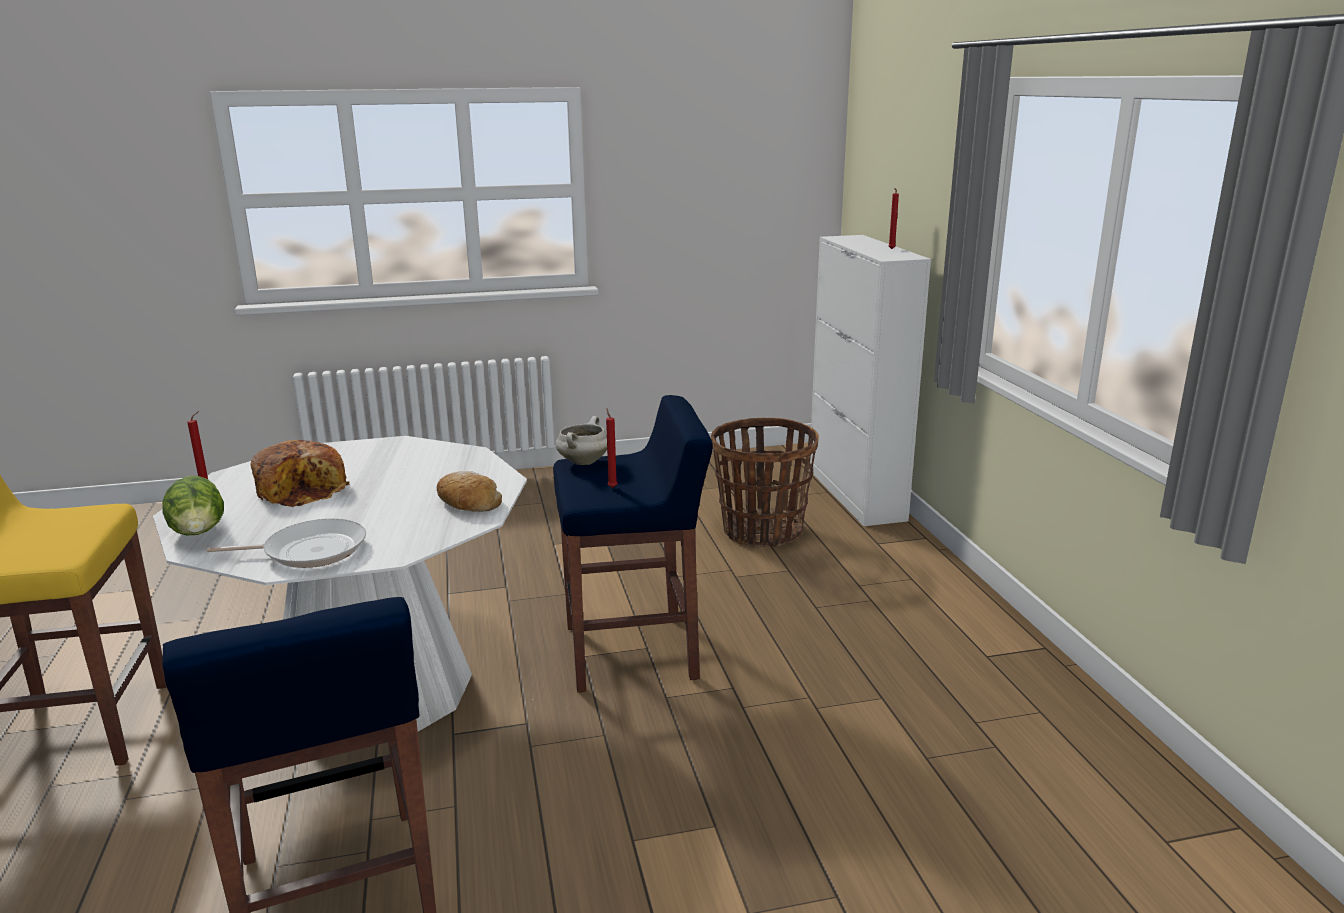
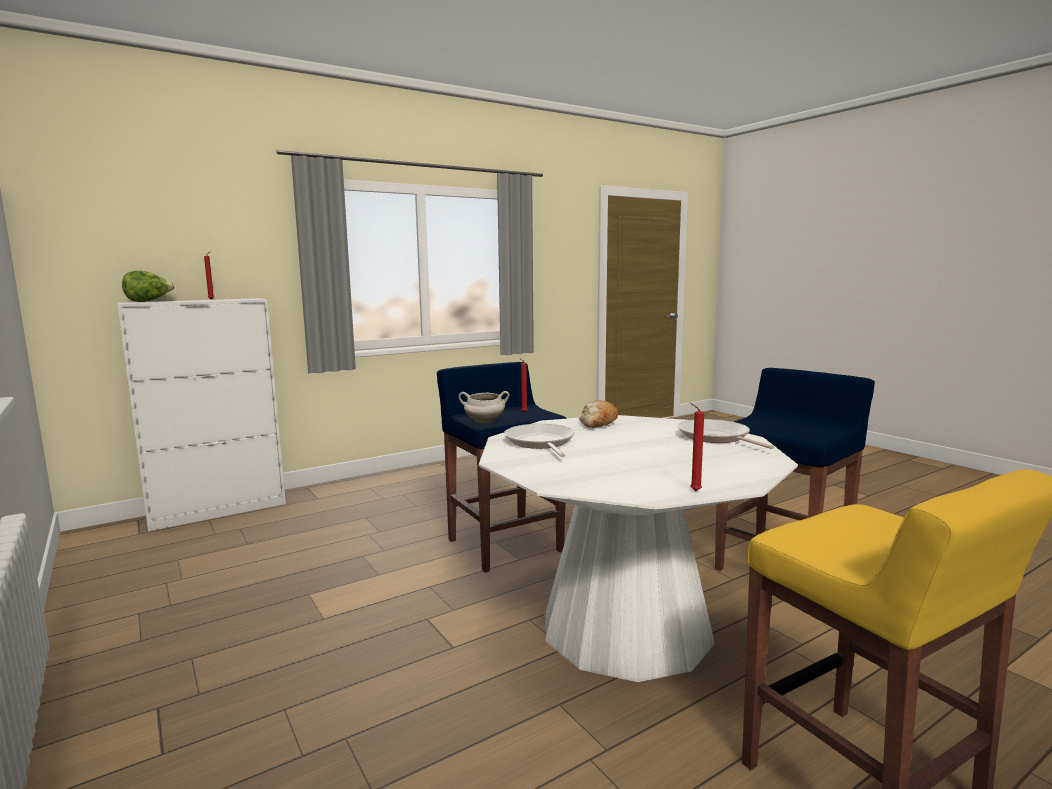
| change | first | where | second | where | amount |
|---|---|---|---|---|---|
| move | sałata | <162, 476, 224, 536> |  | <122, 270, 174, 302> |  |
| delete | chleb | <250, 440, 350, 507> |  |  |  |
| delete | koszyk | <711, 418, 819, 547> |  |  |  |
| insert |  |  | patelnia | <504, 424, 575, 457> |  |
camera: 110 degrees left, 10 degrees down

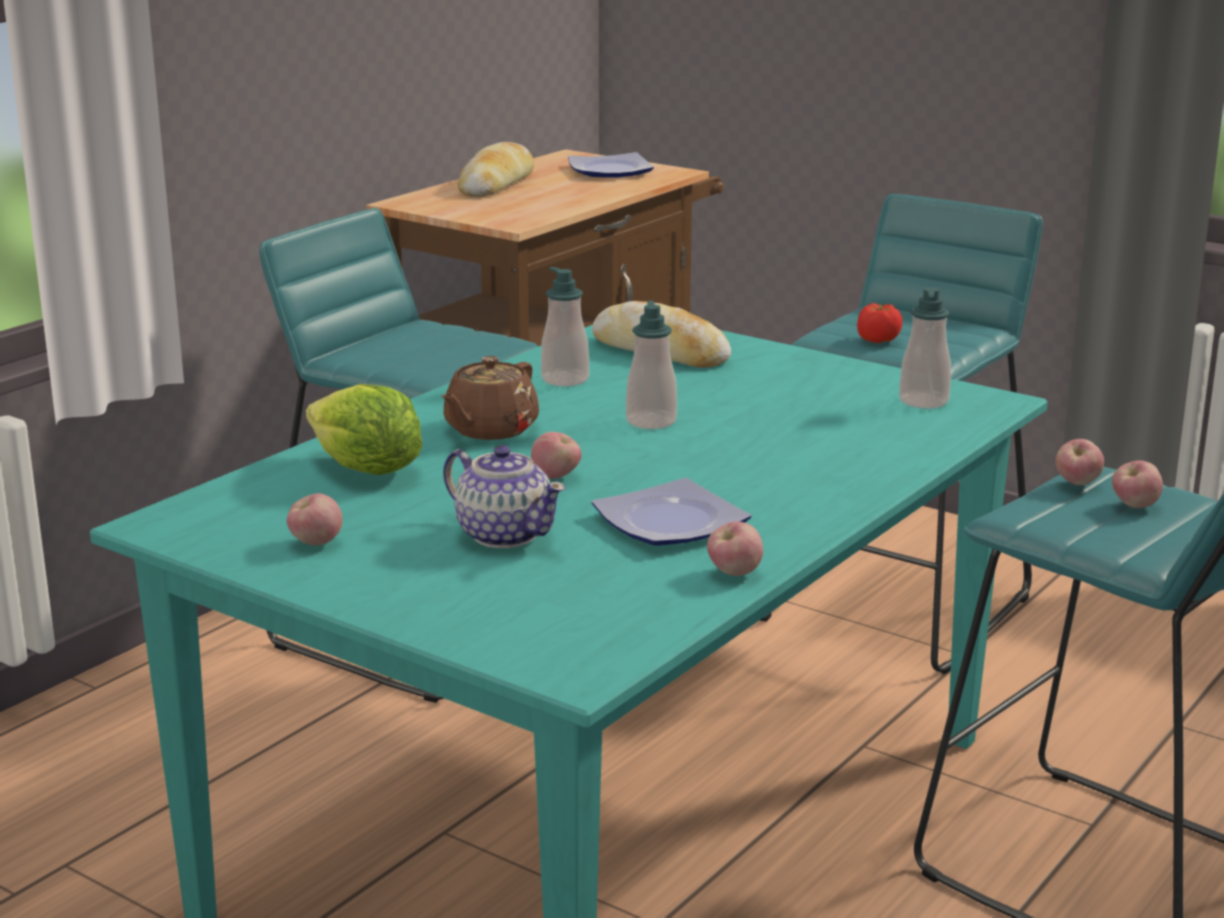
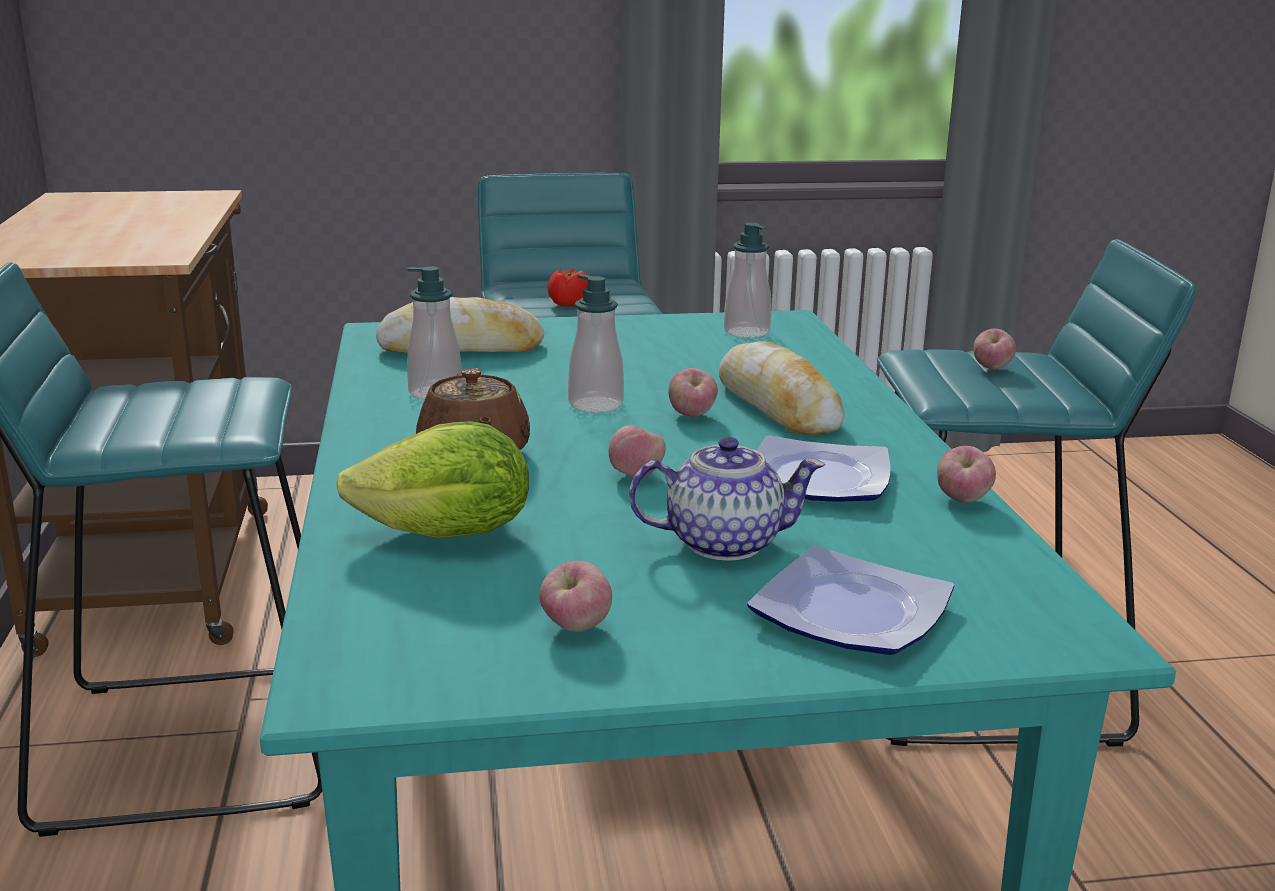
| change | first | where | second | where | amount |
|---|---|---|---|---|---|
| move | chleb | <458, 142, 534, 197> |  | <719, 342, 845, 435> |  |
| move | talerz | <568, 152, 654, 178> |  | <747, 546, 954, 655> |  |
| move | jabłko | <1056, 439, 1104, 485> |  | <668, 368, 718, 417> |  |
camera: 45 degrees left, 0 degrees up

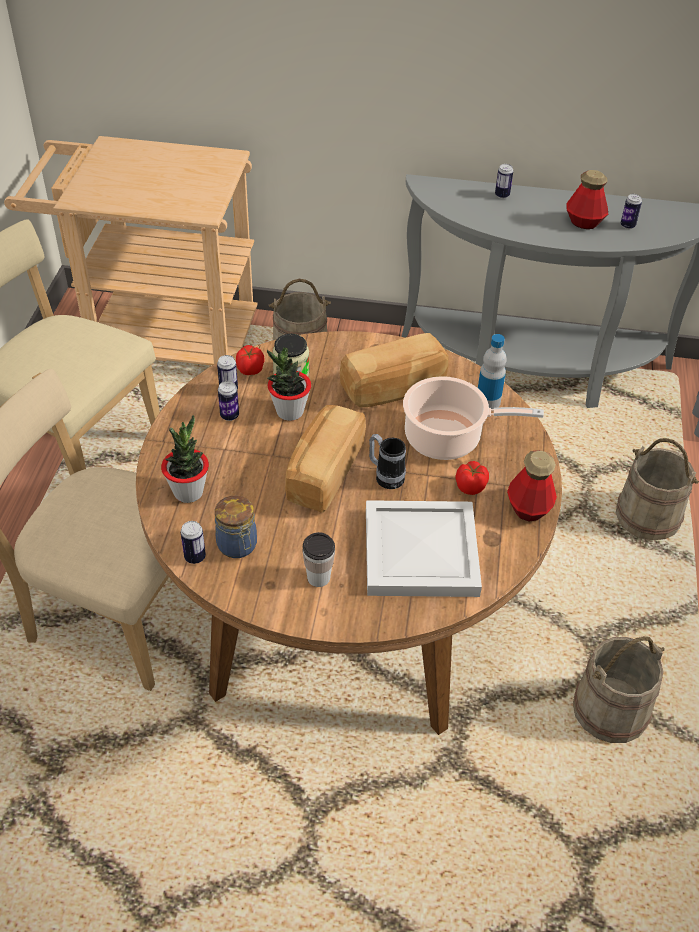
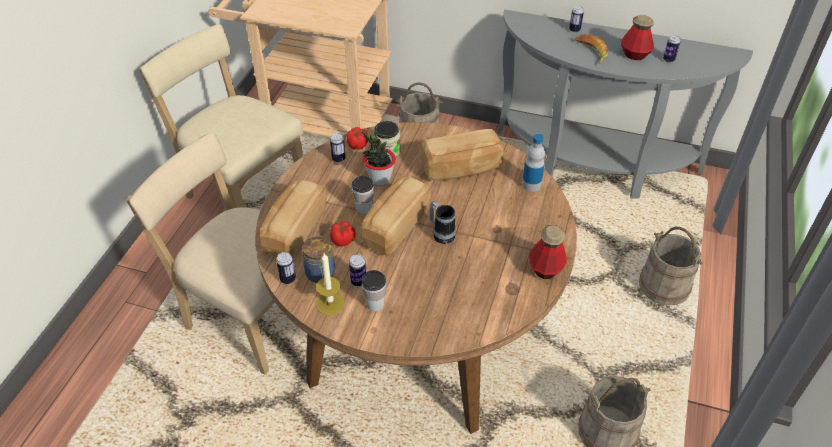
| change | first | where | second | where | amount |
|---|---|---|---|---|---|
| replace | roślina doniczkowa | <161, 415, 209, 503> | chleb | <260, 180, 326, 258> |  |
| move | puszka | <218, 381, 239, 421> |  | <349, 254, 366, 286> |  |
| delete | taca [biały] | <366, 500, 482, 597> |  |  |  |
| delete | garnek | <403, 376, 544, 460> |  |  |  |
| move | pomidor | <455, 461, 489, 495> |  | <330, 221, 356, 247> |  |
| insert |  |  | świeca | <316, 253, 345, 316> |  |
| insert |  |  | filiżanka | <352, 176, 374, 214> |  |
| insert |  |  | banan | <574, 34, 608, 64> |  |
camera: 10 degrees right, 0 degrees up

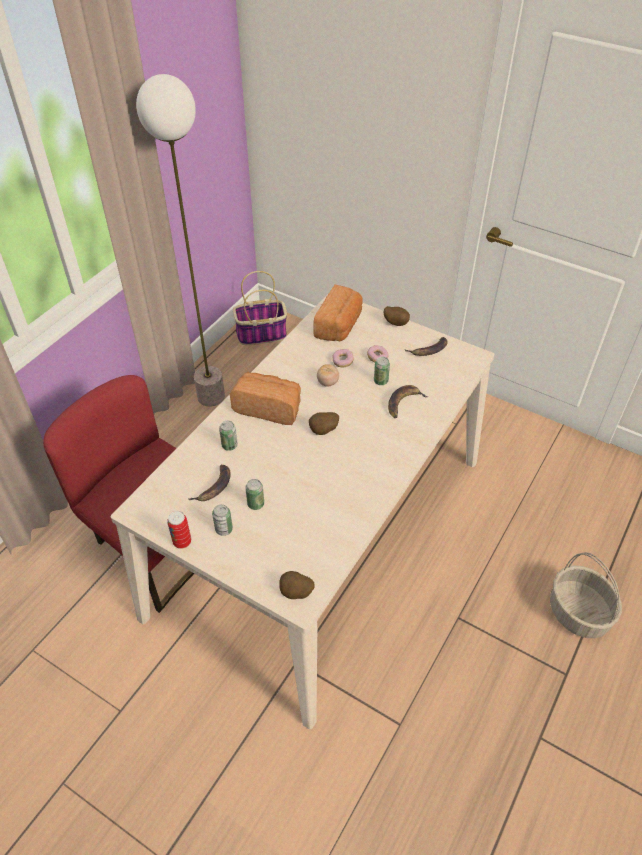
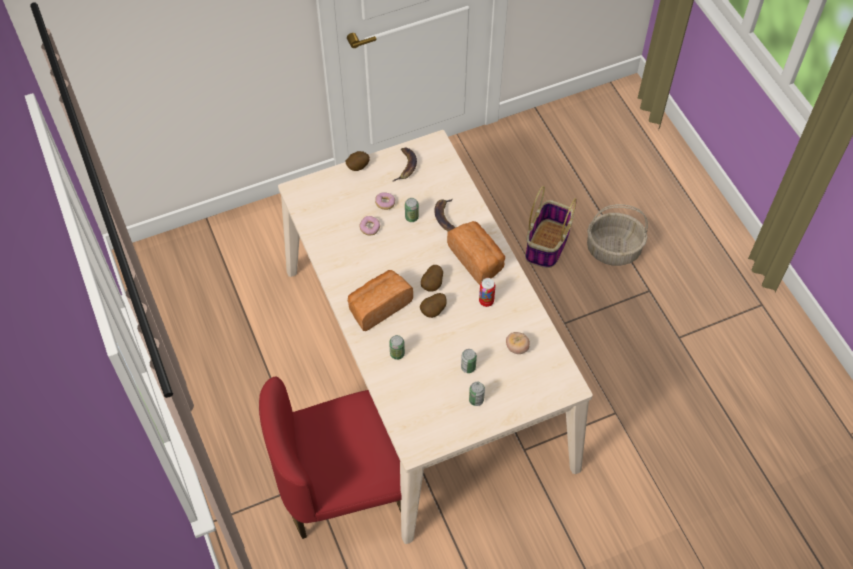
| change | first | where | second | where | amount |
|---|---|---|---|---|---|
| delete | lampa stojąca | <136, 74, 225, 407> |  |  |  |
| move | puszka | <167, 511, 191, 549> |  | <479, 278, 496, 307> |  |
| delete | banan | <188, 465, 231, 501> |  |  |  |
| move | koszyk | <233, 271, 287, 345> |  | <525, 186, 577, 268> |  |
| move | ziemniak | <279, 571, 315, 599> |  | <420, 293, 447, 318> |  |
| move | chleb | <313, 284, 363, 341> |  | <447, 221, 505, 285> |  |
| move | pomidor | <317, 364, 339, 387> |  | <506, 332, 530, 354> |  |
camera: 55 degrees left, 10 degrees up

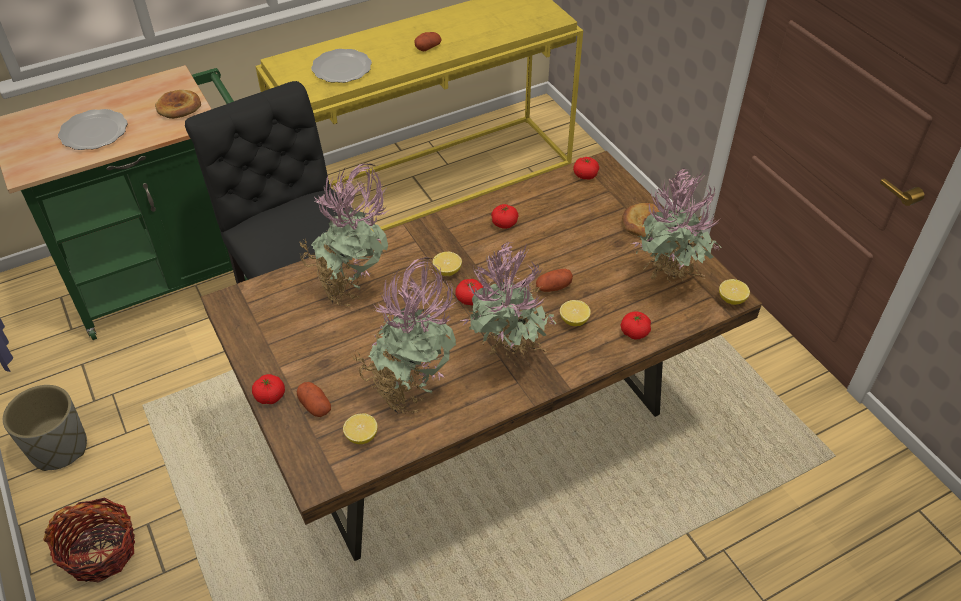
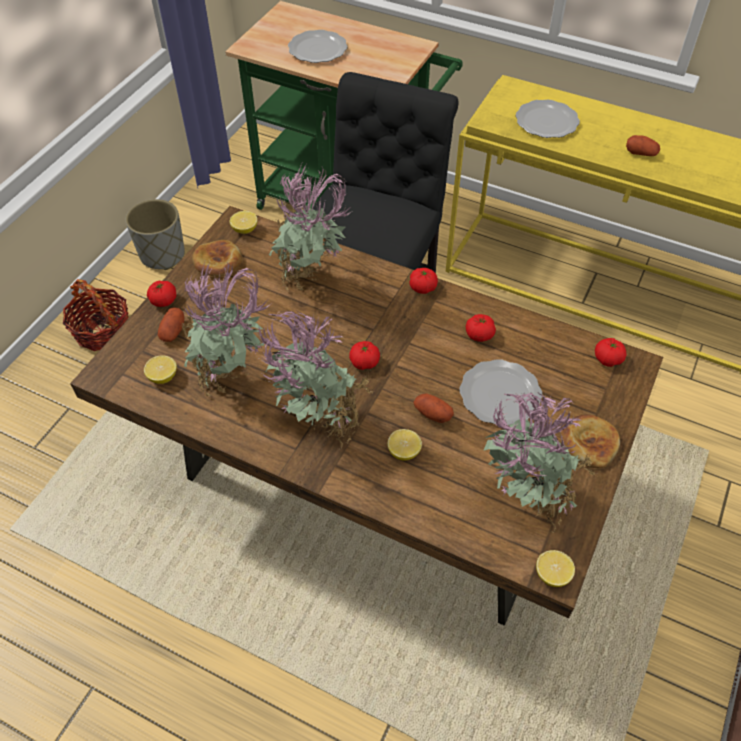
| change | first | where | second | where | amount |
|---|---|---|---|---|---|
| move | chleb | <155, 90, 201, 119> |  | <192, 240, 243, 277> |  |
| move | cytryna | <433, 252, 462, 276> |  | <230, 211, 258, 234> |  |
| move | pomidor | <621, 311, 651, 340> |  | <409, 268, 438, 294> |  |
| insert |  |  | talerz | <460, 359, 542, 426> |  |
camera: 55 degrees right, 5 degrees up

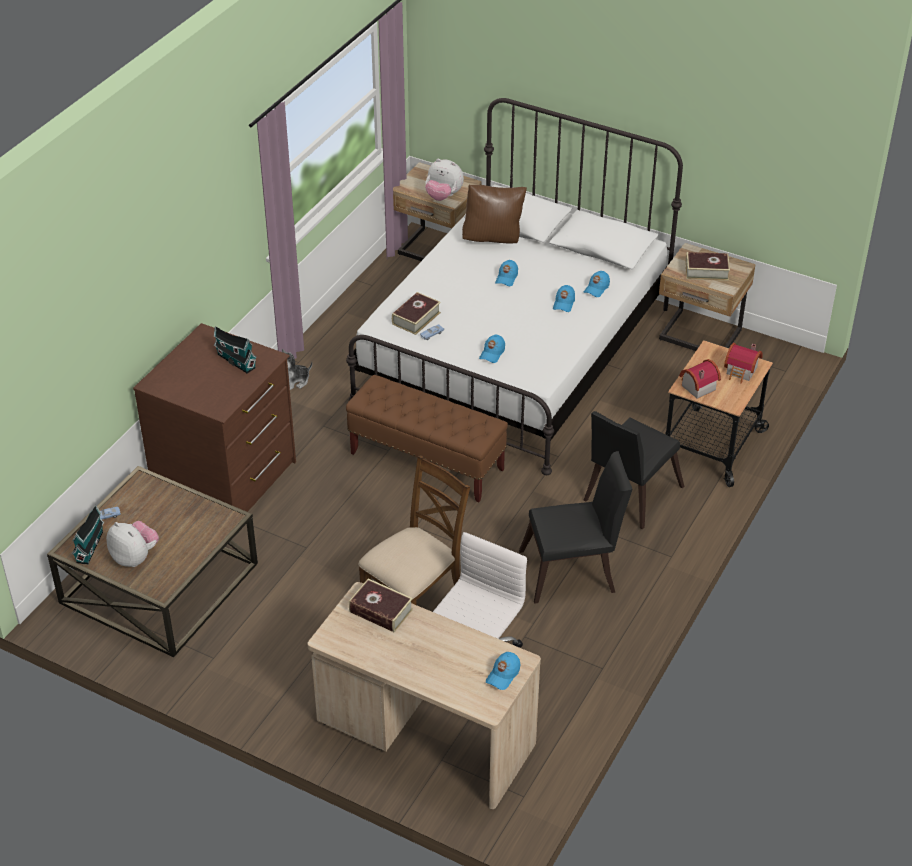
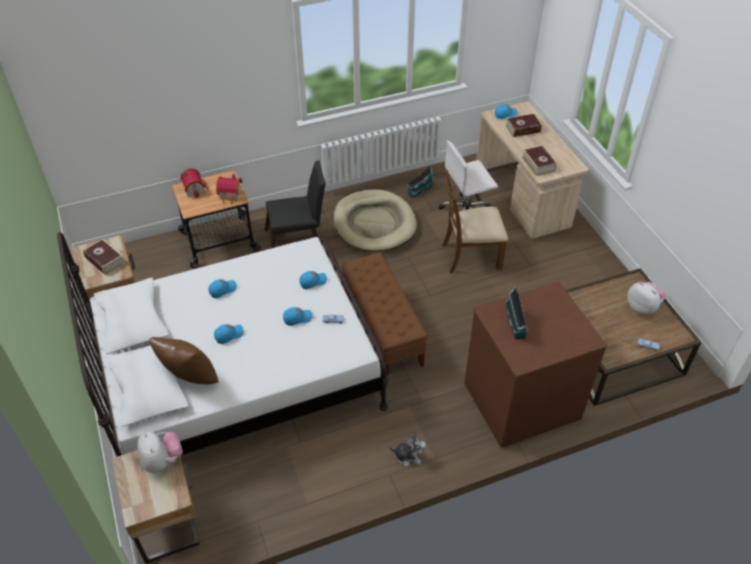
| change | first | where | second | where | amount |
|---|---|---|---|---|---|
| move | domek | <72, 505, 104, 565> |  | <406, 166, 434, 198> |  |
| rotate | pluszak | <106, 521, 159, 567> |  | <627, 282, 665, 315> | 150 degrees clockwise |
| move | książka | <392, 292, 441, 335> |  | <505, 113, 542, 137> |  |
| replace | krzesło [czarny] | <519, 451, 633, 604> | legowisko [beżowy] | <334, 189, 417, 252> |  |
| move | czapka z daszkiem [niebieski] | <584, 271, 610, 297> |  | <283, 307, 312, 326> |  |
camera: 140 degrees left, 5 degrees up

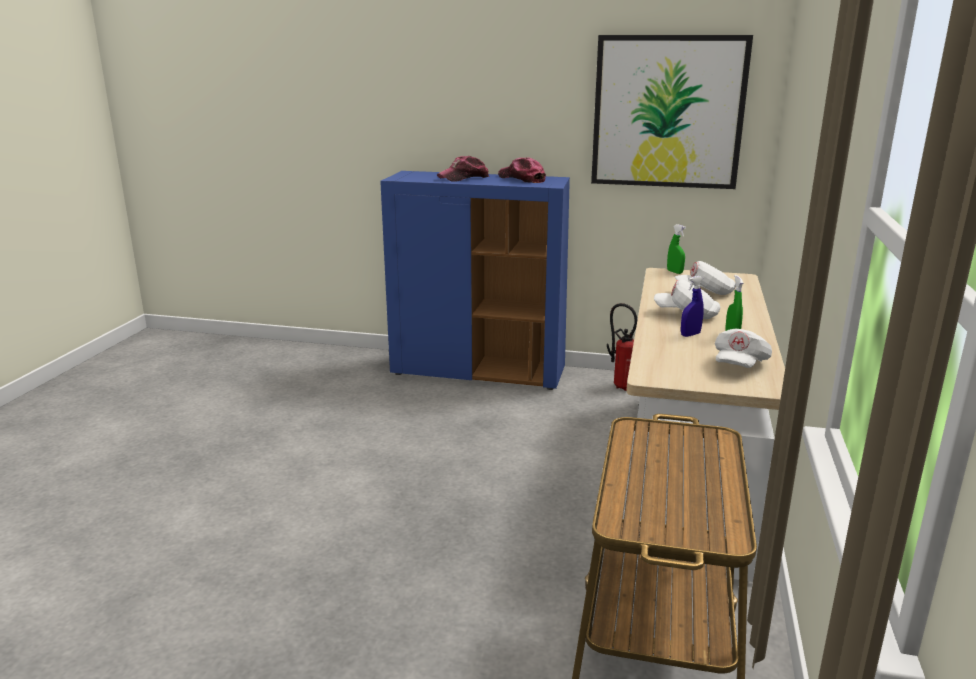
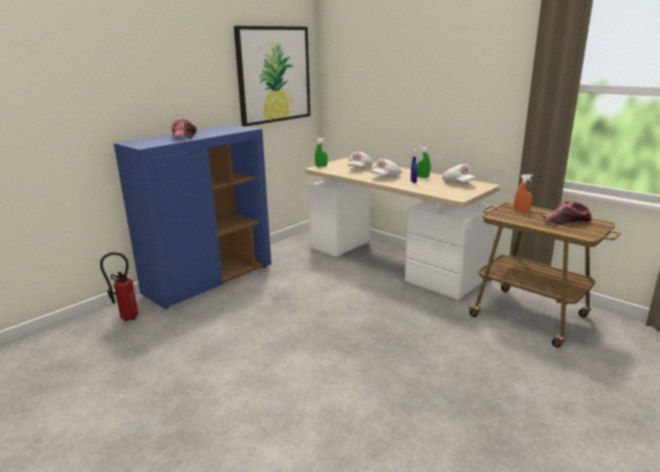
| change | first | where | second | where | amount |
|---|---|---|---|---|---|
| move | czapka z daszkiem | <498, 158, 546, 183> |  | <542, 201, 592, 225> |  |
| move | gaśnica | <607, 303, 637, 391> |  | <100, 252, 138, 321> |  |
| insert |  |  | spryskiwacz [pomarańczowy] | <514, 174, 533, 211> |  |
camera: 60 degrees left, 0 degrees up

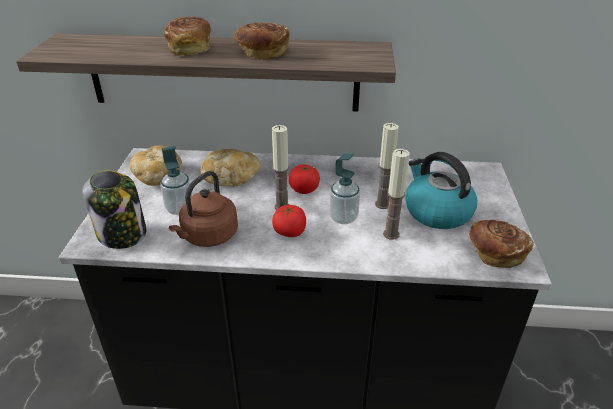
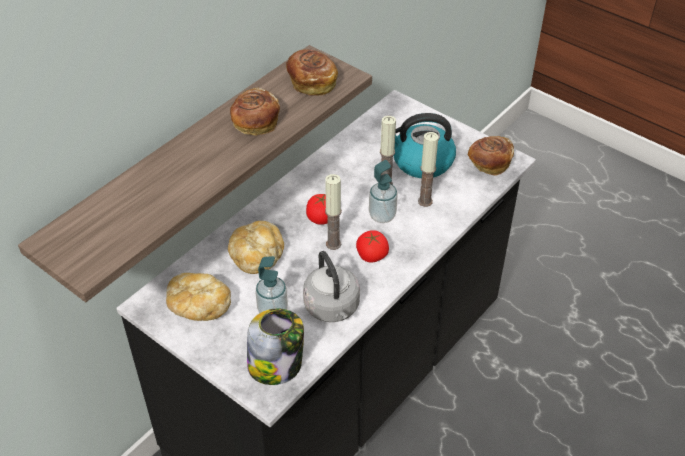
| change | first | where | second | where | amount |
|---|---|---|---|---|---|
| move | chleb | <164, 16, 211, 55> |  | <286, 49, 338, 96> |  |
| recolor | czajnik [brązowy] | <169, 171, 238, 247> | czajnik [szary] | <303, 251, 360, 322> |  |
camera: 55 degrees left, 10 degrees up

